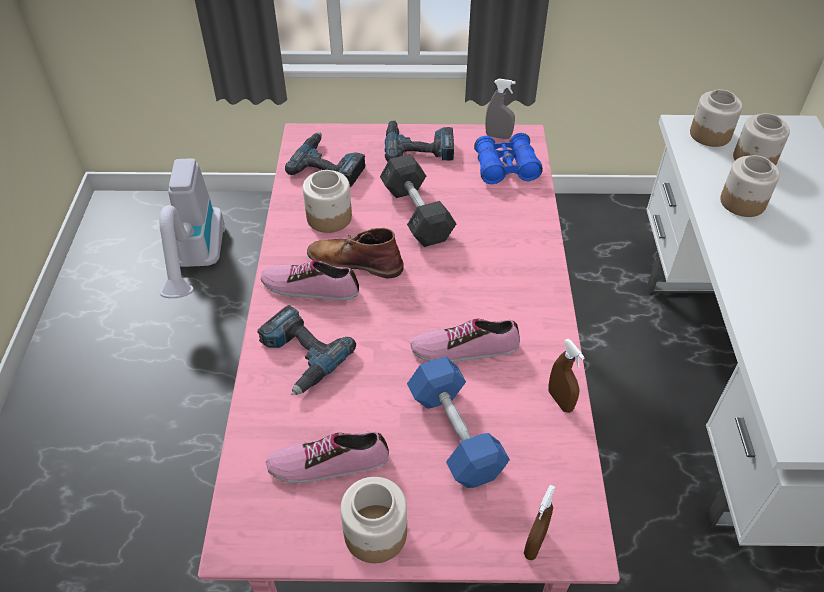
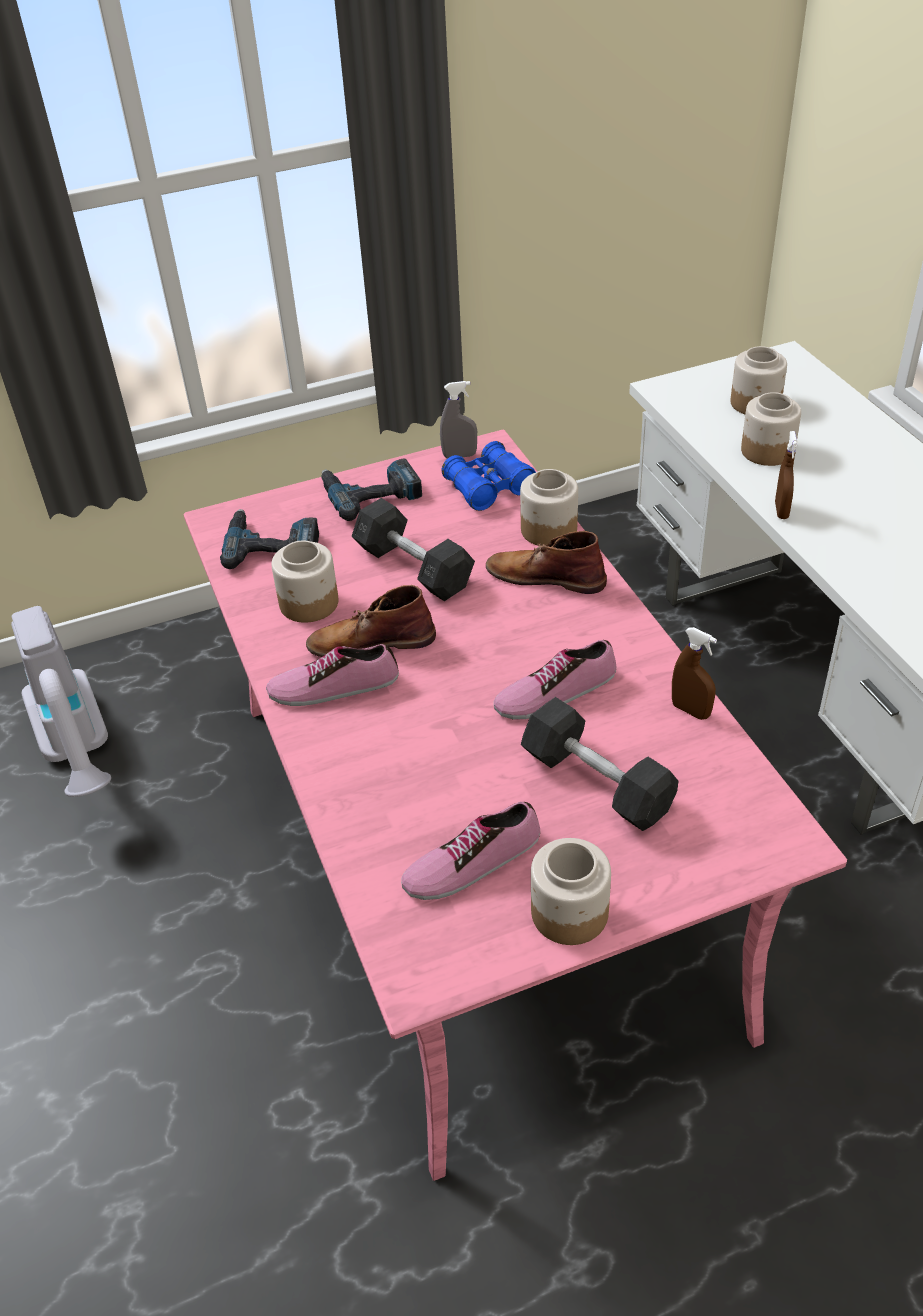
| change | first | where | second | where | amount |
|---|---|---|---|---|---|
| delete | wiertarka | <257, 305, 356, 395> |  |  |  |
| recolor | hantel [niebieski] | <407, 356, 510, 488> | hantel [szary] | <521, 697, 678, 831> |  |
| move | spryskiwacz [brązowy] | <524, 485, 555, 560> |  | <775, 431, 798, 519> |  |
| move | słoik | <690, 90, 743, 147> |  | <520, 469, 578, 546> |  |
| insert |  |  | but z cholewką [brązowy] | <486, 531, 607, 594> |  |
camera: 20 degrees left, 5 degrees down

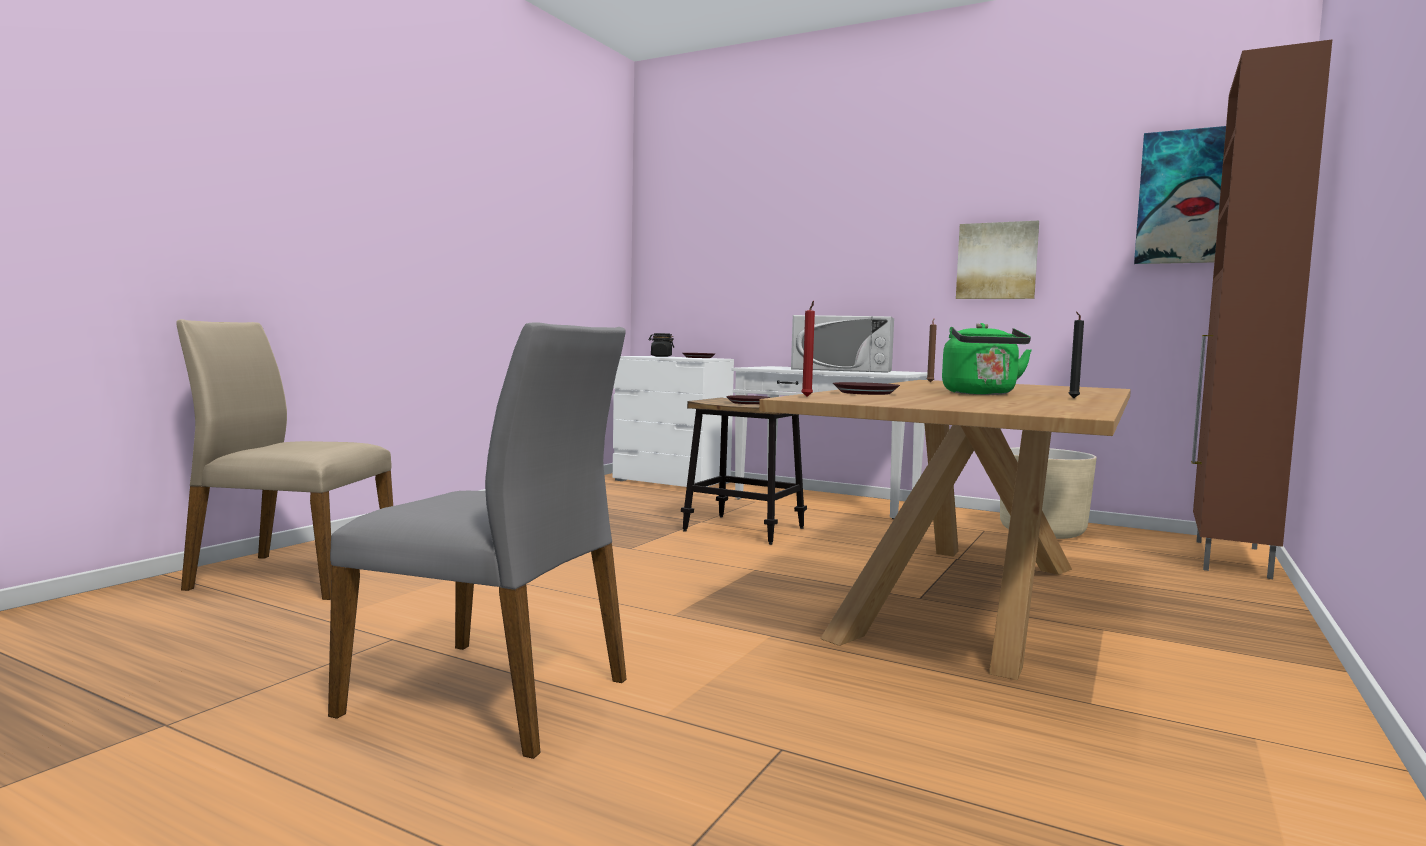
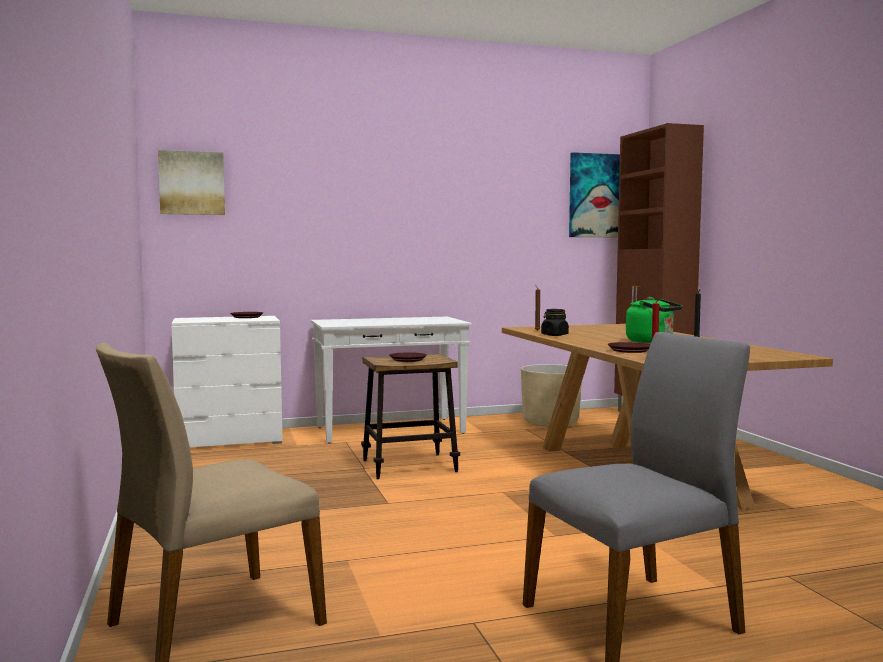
| change | first | where | second | where | amount |
|---|---|---|---|---|---|
| move | słoik [czarny] | <648, 333, 674, 357> |  | <541, 309, 569, 336> |  |
| delete | mikrofalówka [biały] | <791, 315, 894, 373> |  |  |  |
| move | obraz | <956, 221, 1039, 299> |  | <158, 150, 225, 215> |  |
camera: 45 degrees left, 0 degrees up

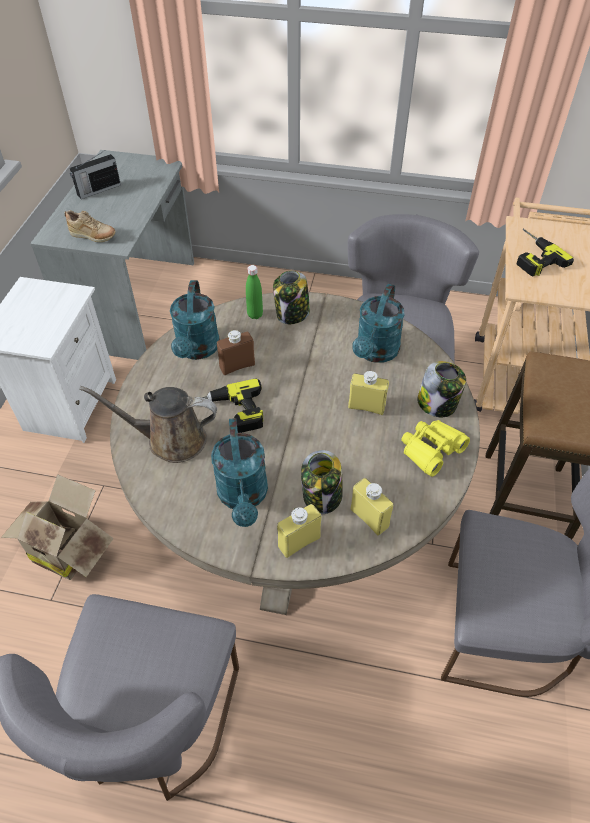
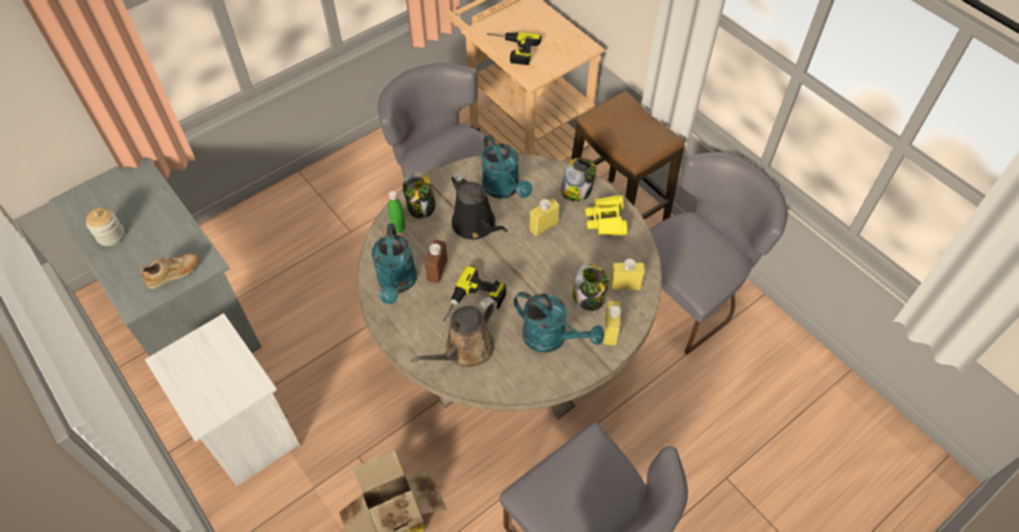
| change | first | where | second | where | amount |
|---|---|---|---|---|---|
| replace | radio | <70, 151, 121, 199> | słoik | <86, 207, 125, 246> |  |
| rotate | konewka [turkusowy] | <170, 280, 220, 360> |  | <372, 224, 417, 304> | 45 degrees clockwise |
| insert |  |  | konewka [czarny] | <451, 173, 508, 240> |  |
camera: 50 degrees left, 5 degrees up

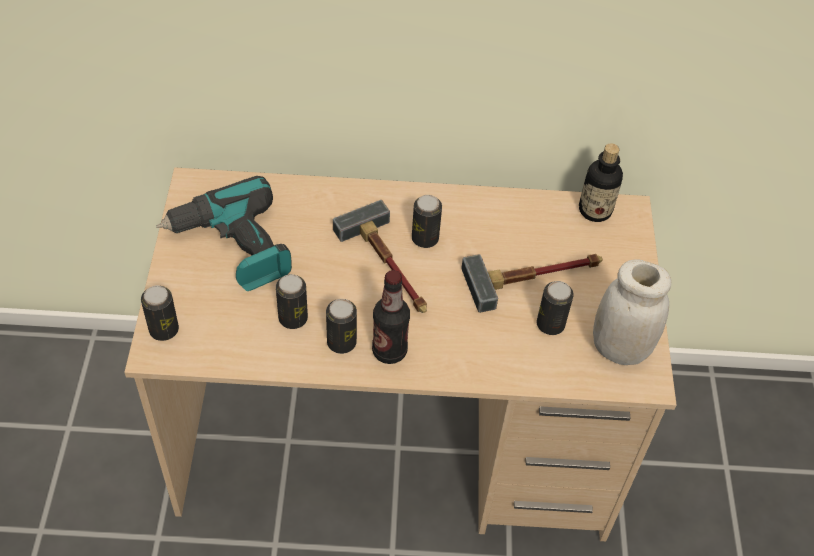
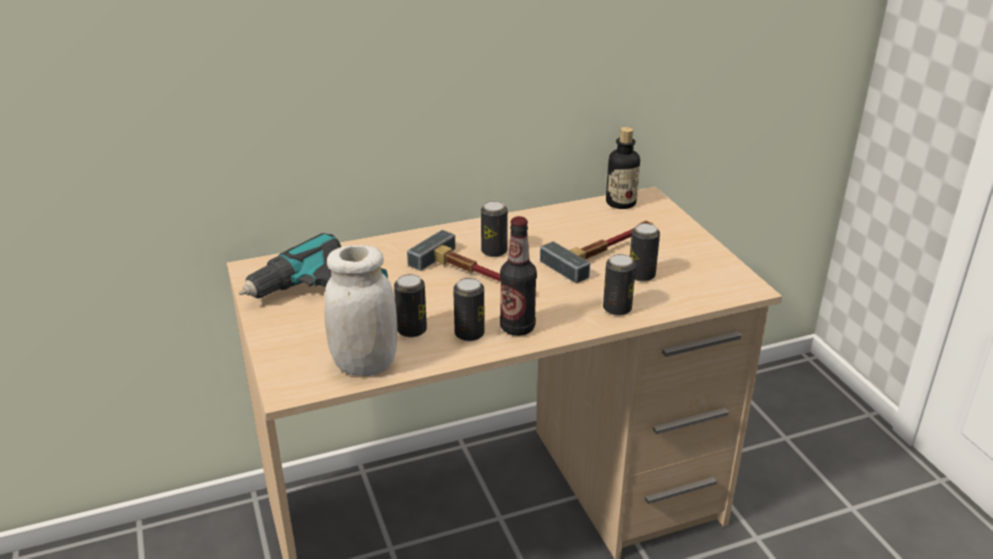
| change | first | where | second | where | amount |
|---|---|---|---|---|---|
| move | puszka | <141, 285, 179, 341> |  | <603, 254, 636, 316> |  |
| move | słoik [biały] | <593, 259, 672, 365> |  | <324, 245, 397, 376> |  |
camera: 20 degrees left, 20 degrees down

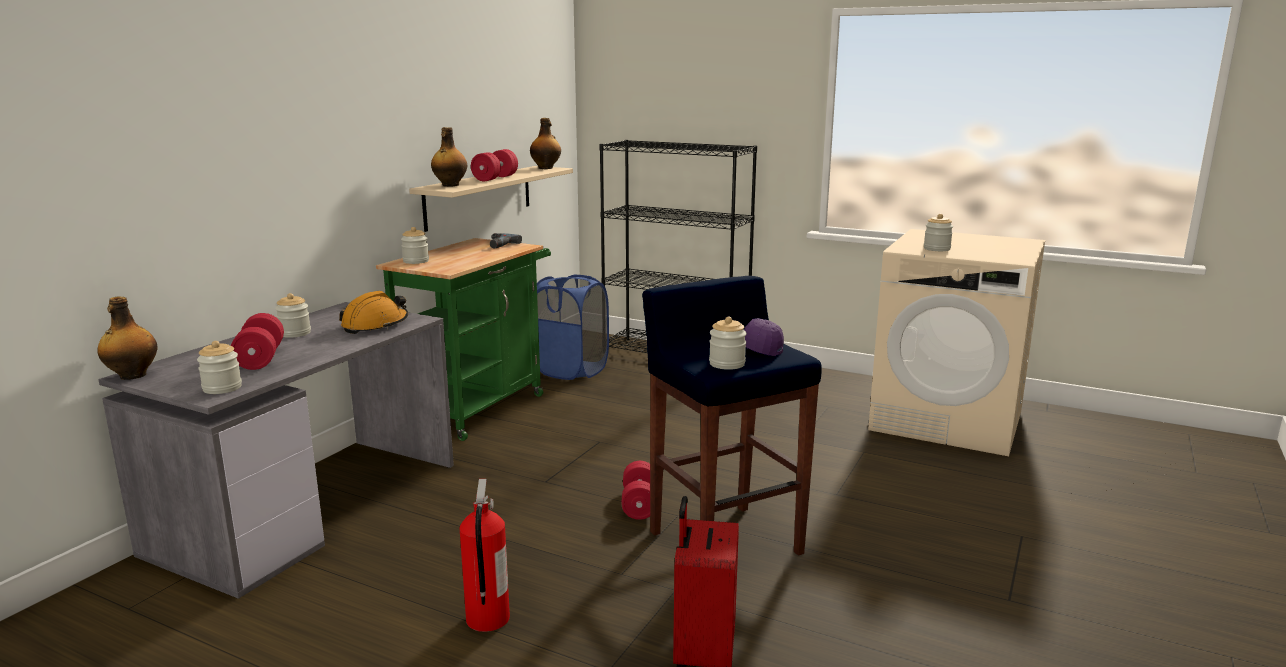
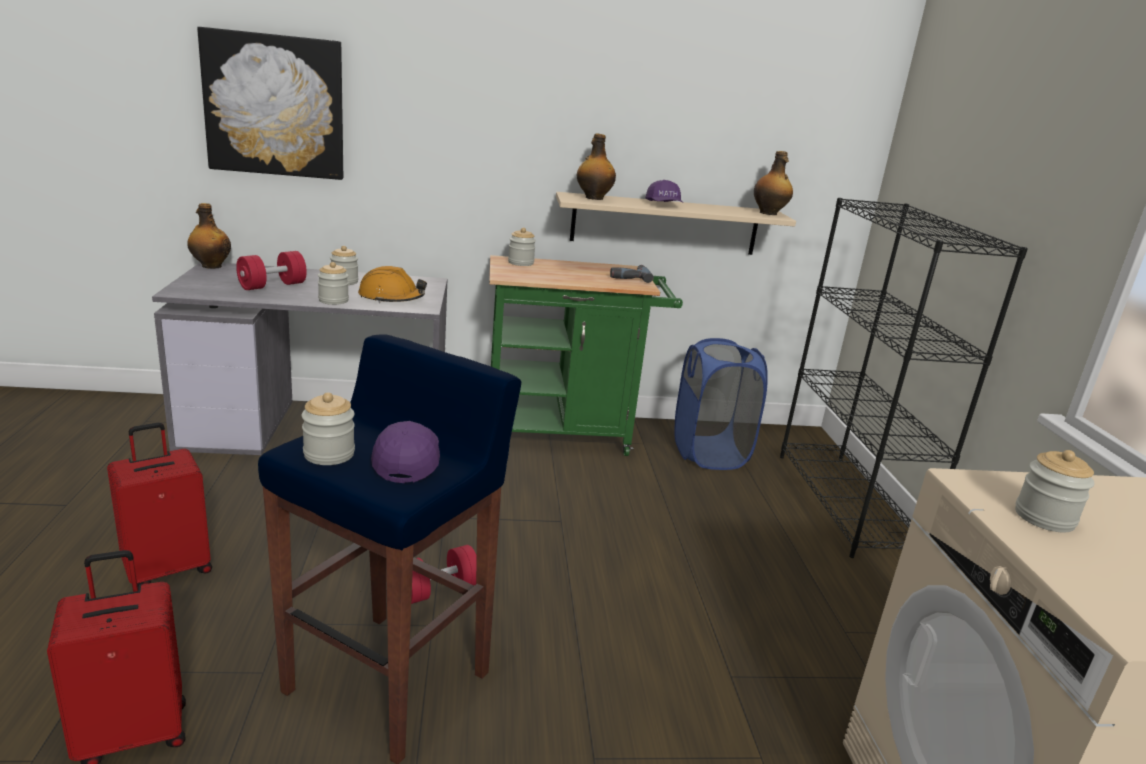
| change | first | where | second | where | amount |
|---|---|---|---|---|---|
| move | słoik | <197, 341, 242, 394> |  | <318, 262, 349, 305> |  |
| replace | gaśnica | <460, 479, 510, 632> | walizka [czerwony] | <107, 423, 212, 589> |  |
| replace | hantel [czerwony] | <471, 149, 518, 181> | czapka z daszkiem [fioletowy] | <645, 180, 683, 203> |  |
| insert |  |  | obraz | <197, 27, 343, 180> |  |
camera: 55 degrees right, 5 degrees up

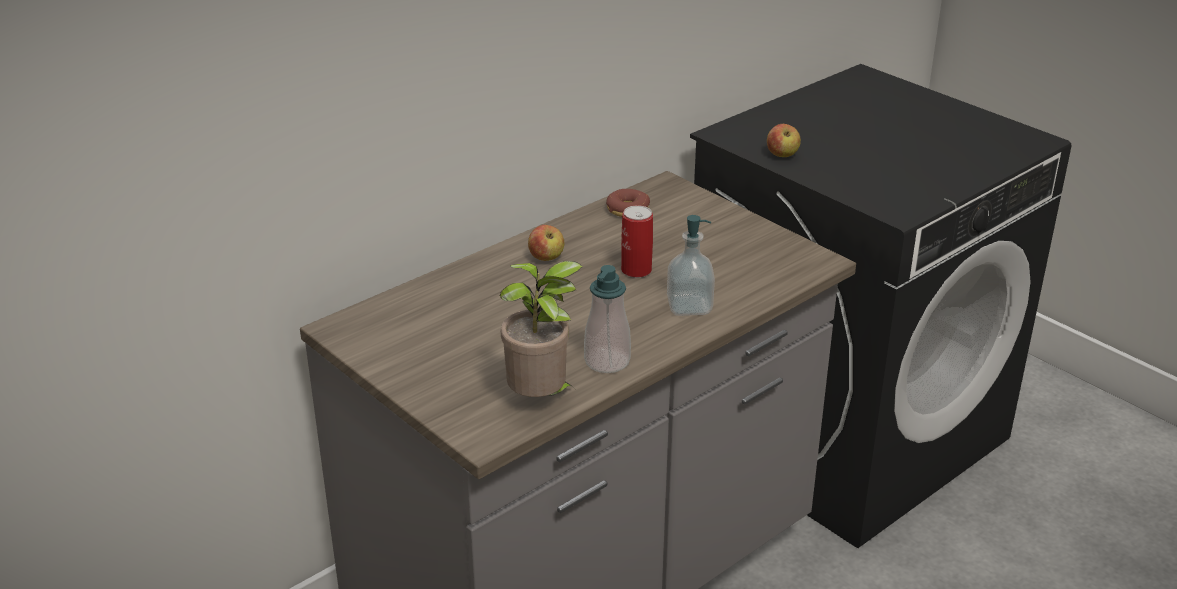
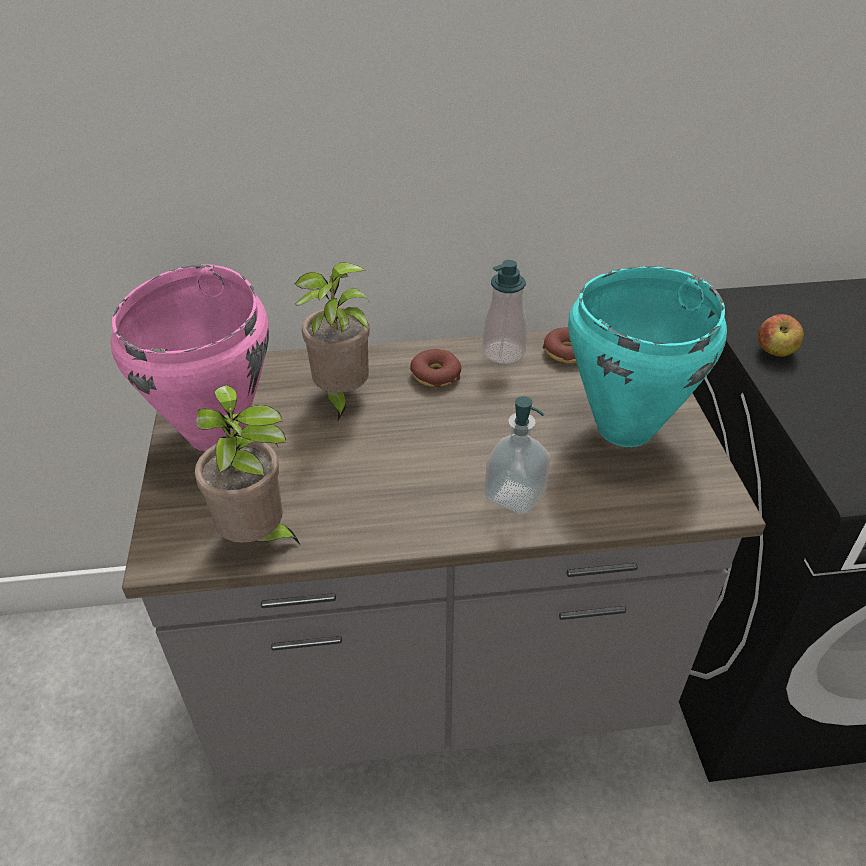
| change | first | where | second | where | amount |
|---|---|---|---|---|---|
| replace | jabłko | <528, 225, 564, 261> | donut | <410, 349, 461, 387> |  |
| move | dozownik mydła | <584, 265, 631, 373> |  | <482, 260, 527, 364> |  |
| delete | puszka | <621, 205, 653, 278> |  |  |  |
| insert |  |  | garnek [różowy] | <111, 264, 269, 451> |  |
| insert |  |  | roślina doniczkowa | <294, 262, 370, 421> |  |
| insert |  |  | garnek [turkusowy] | <568, 266, 727, 447> |  |
camera: 35 degrees right, 10 degrees up

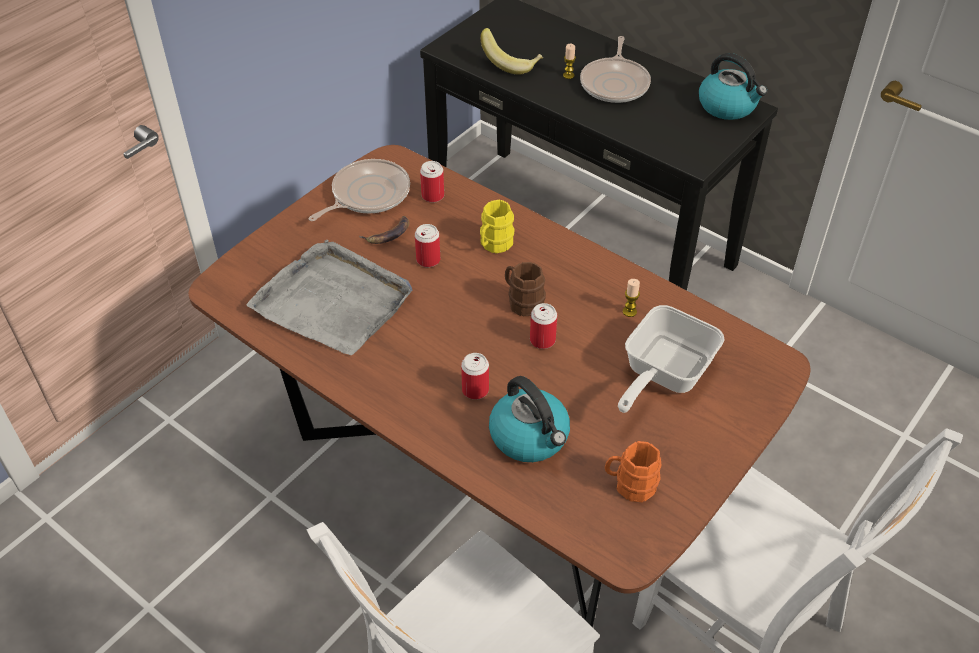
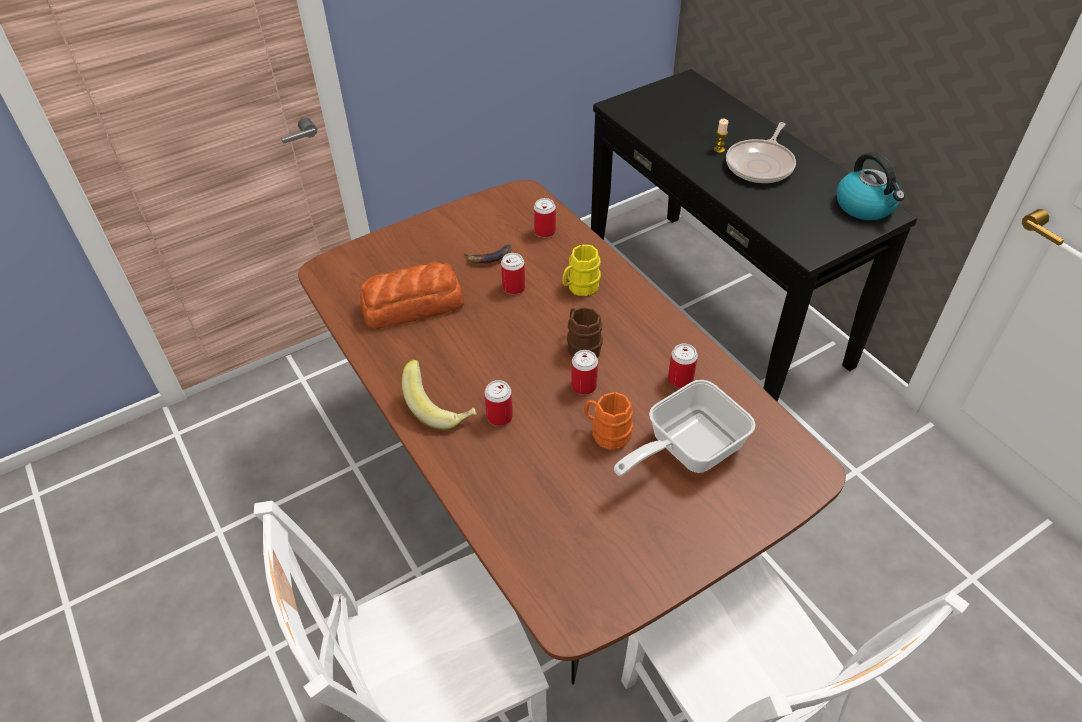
| change | first | where | second | where | amount |
|---|---|---|---|---|---|
| replace | taca [szary] | <247, 240, 413, 355> | chleb | <360, 262, 464, 329> |  |
| delete | patelnia | <308, 159, 410, 221> |  |  |  |
| move | banan | <480, 28, 543, 75> |  | <402, 360, 477, 431> |  |
| delete | czajnik | <489, 376, 570, 462> |  |  |  |
| move | kubek [pomarańczowy] | <605, 441, 662, 502> |  | <584, 392, 633, 450> |  |
| replace | świeca | <623, 279, 640, 317> | puszka | <668, 344, 698, 388> |  |
camera: 20 degrees right, 0 degrees up

